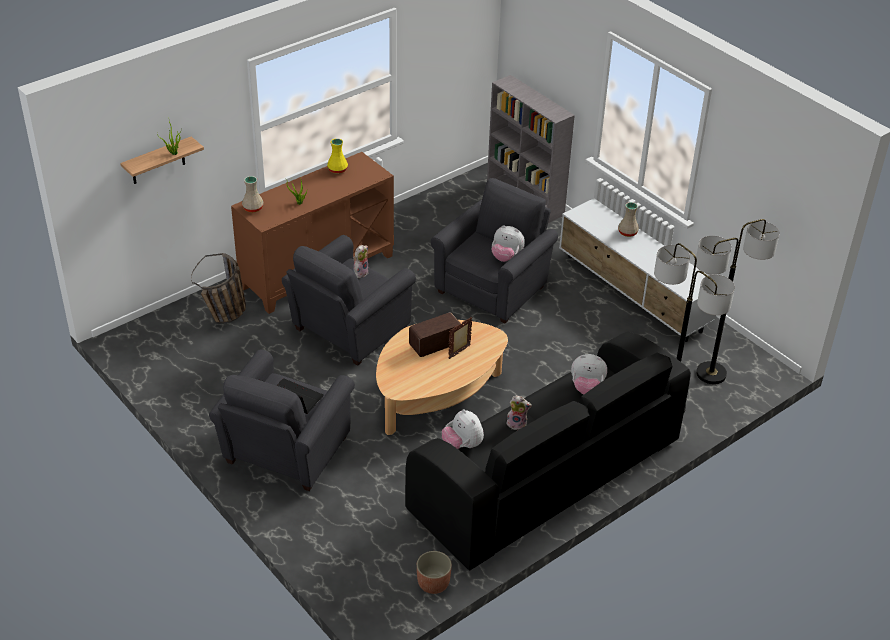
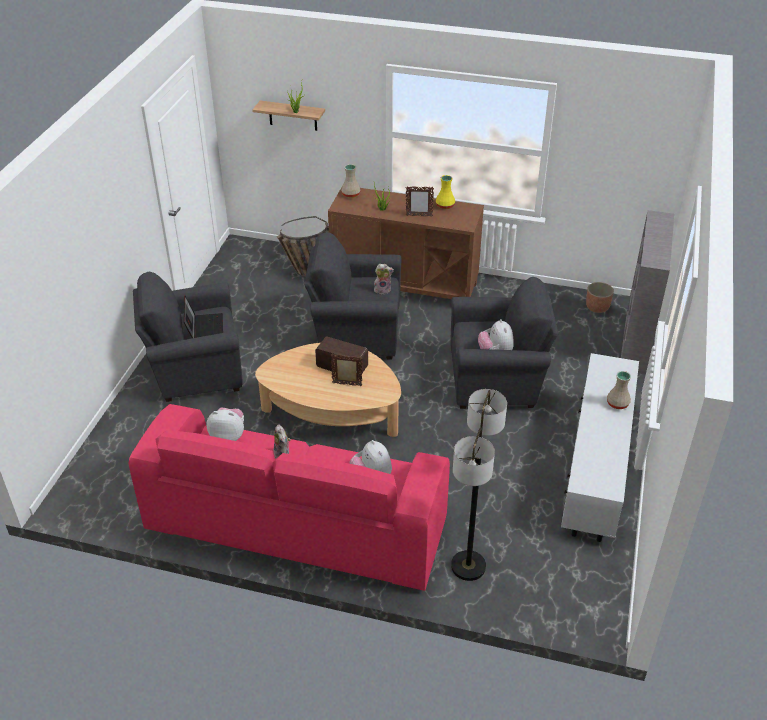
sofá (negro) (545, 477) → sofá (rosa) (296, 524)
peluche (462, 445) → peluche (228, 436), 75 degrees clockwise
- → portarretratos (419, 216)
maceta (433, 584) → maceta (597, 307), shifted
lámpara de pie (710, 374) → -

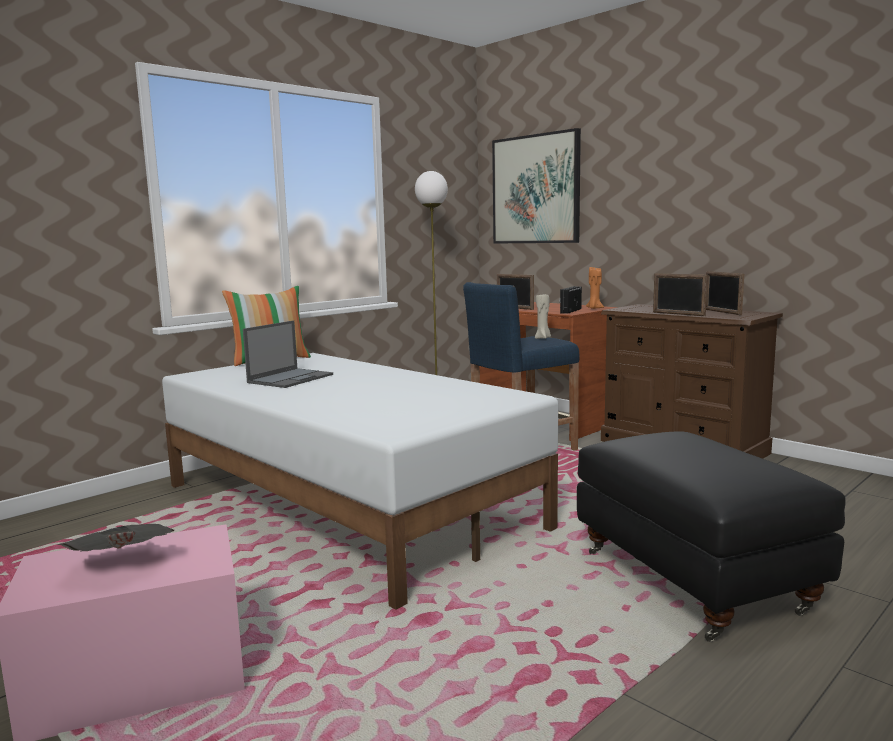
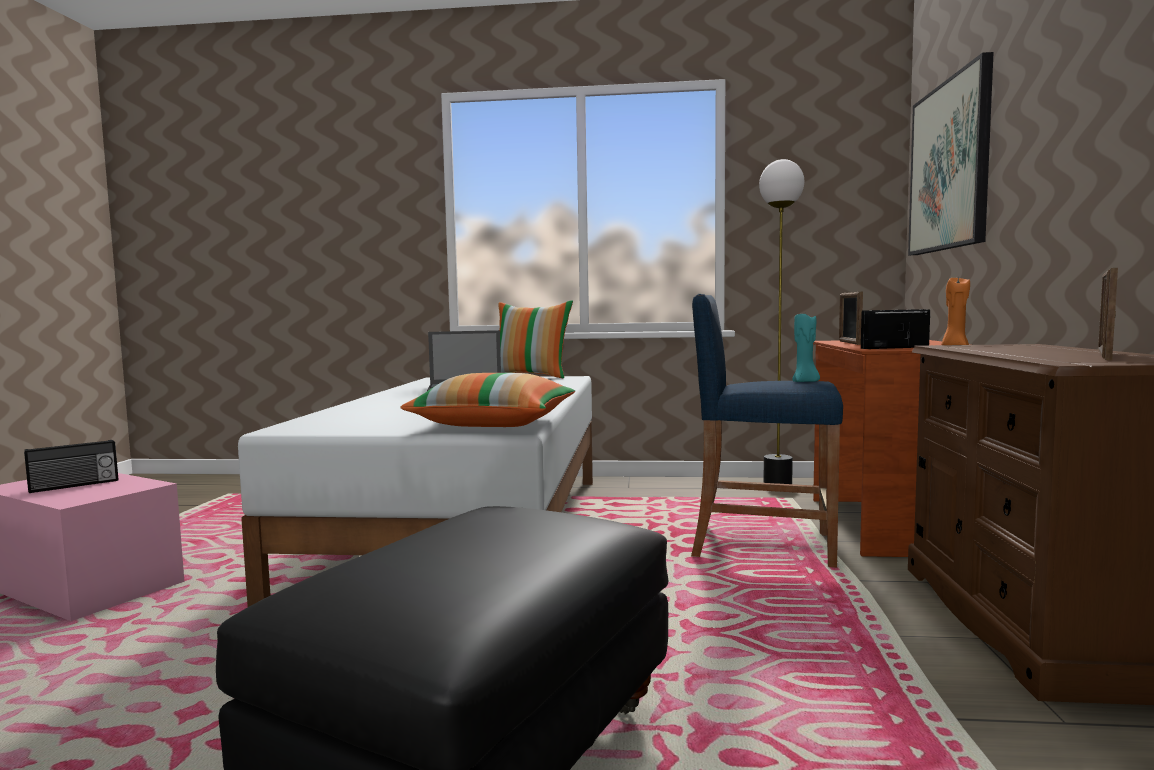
periódico (122, 565) → radio (74, 485)
- → cojín (495, 424)
vela (beis) (543, 338) → vela (turquesa) (805, 382)
portarretratos (678, 314) → -

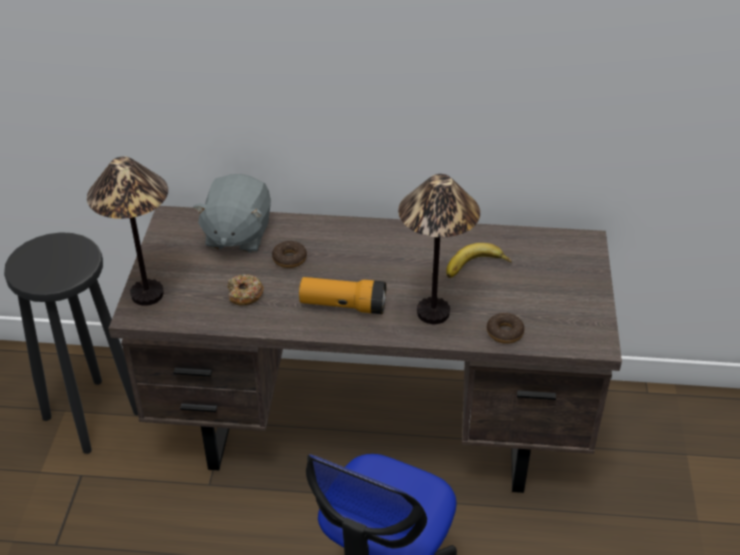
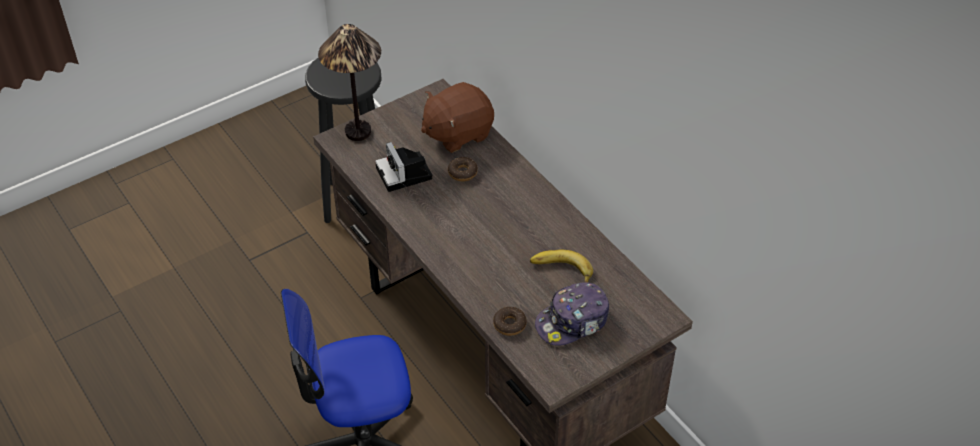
rosquilla (245, 294) → cámara (405, 174)
peluche (gris) (237, 235) → peluche (marrón) (457, 133)
- → gorra (573, 322)
linterna (343, 305) → -
lámpara de mesa (433, 313) → -

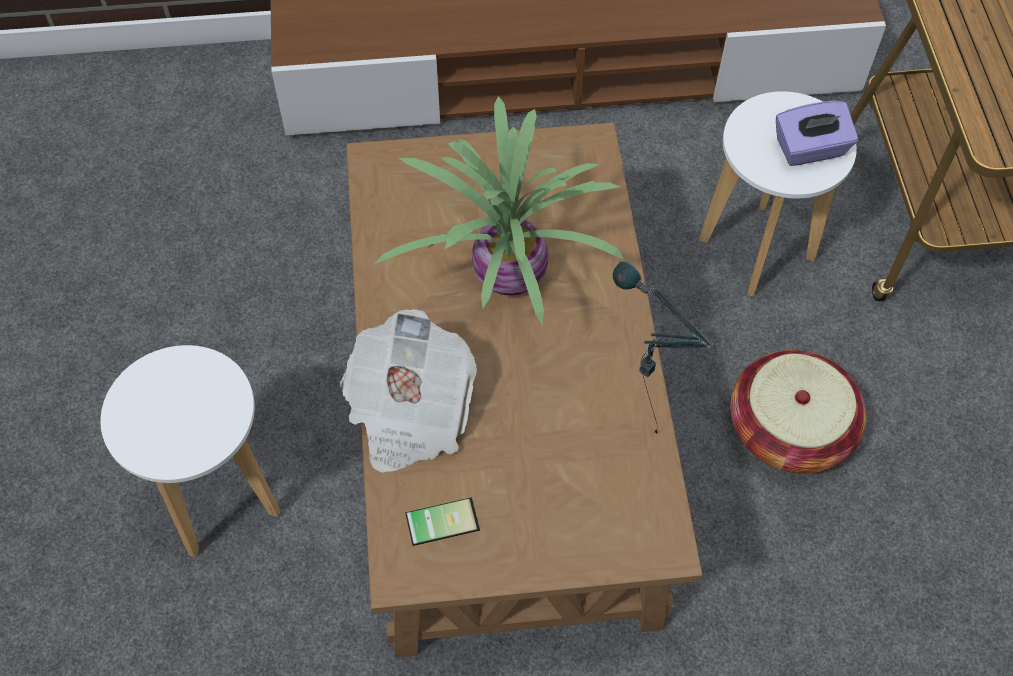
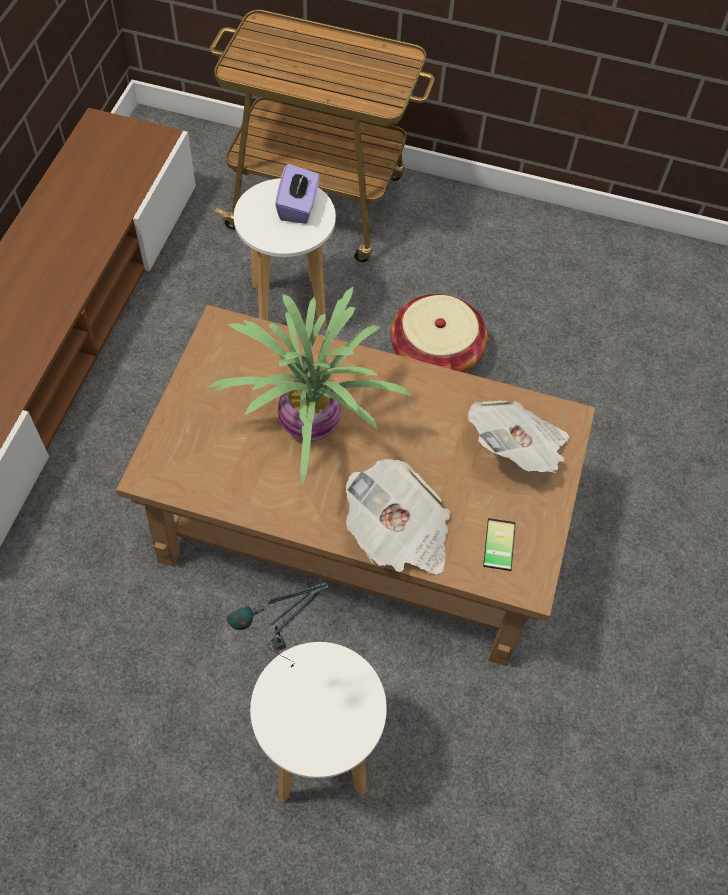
lámpara de mesa (636, 434) → lámpara de mesa (286, 682), shifted
- → periódico (517, 449)

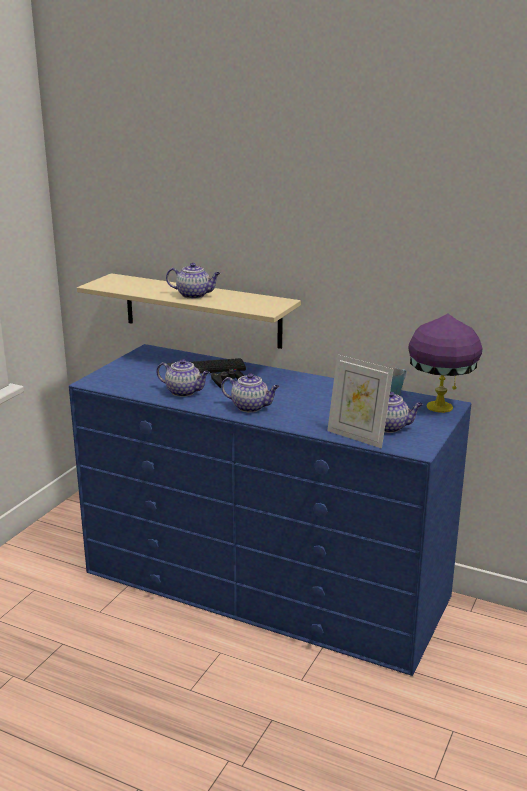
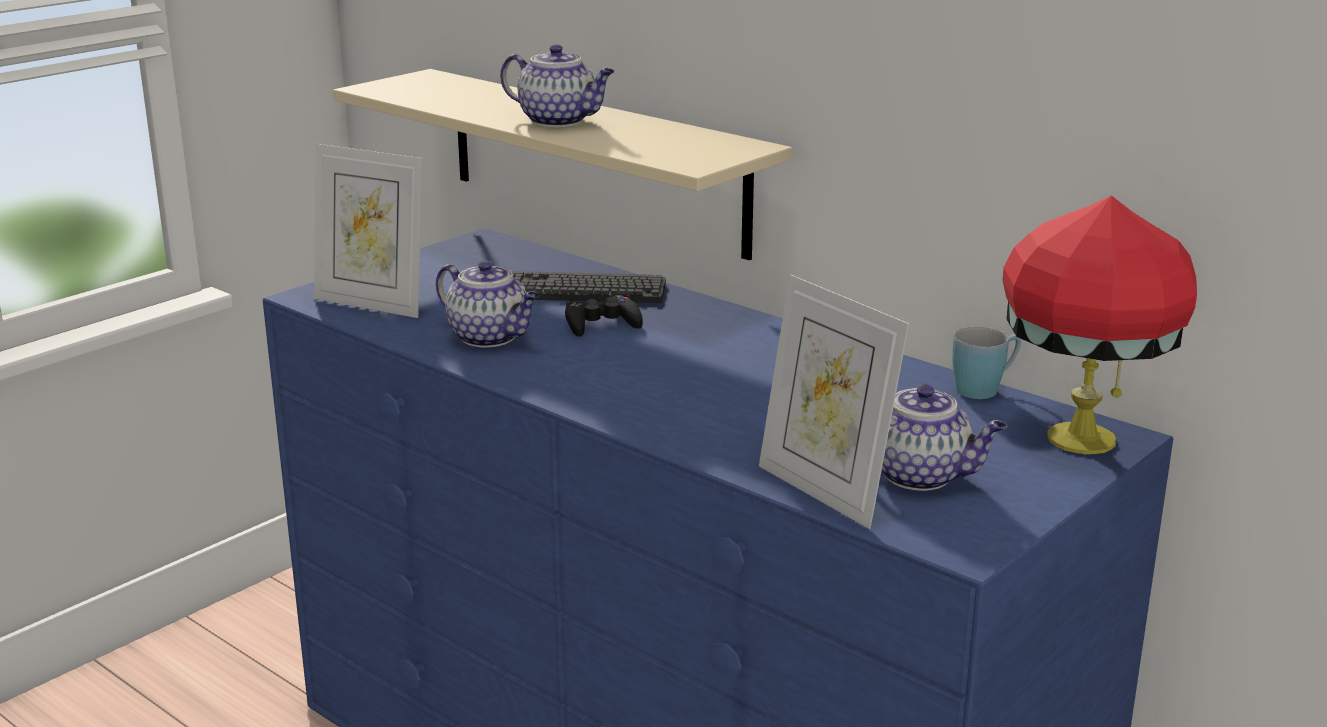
- → portarretratos (372, 304)
lámpara de mesa (morado) (439, 408) → lámpara de mesa (rojo) (1080, 441)
tetera (251, 407) → -

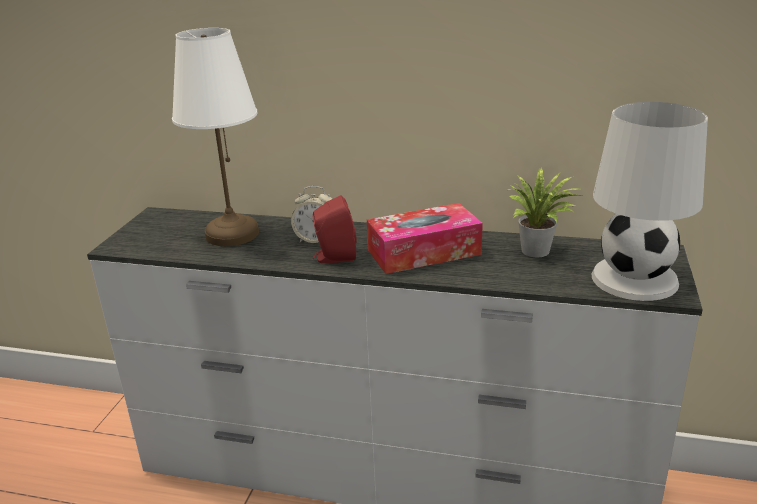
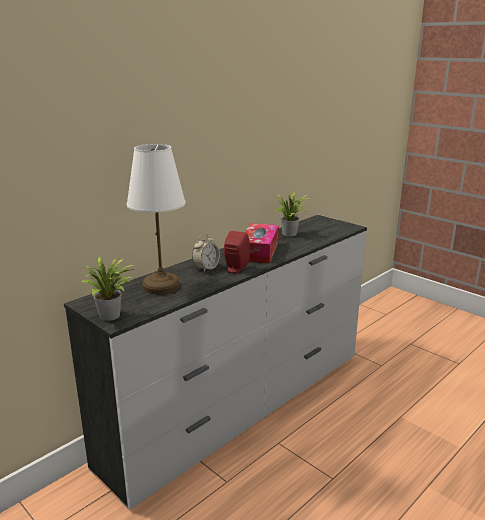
- → planta en maceta (112, 316)
lámpara de mesa (blanco) (635, 279) → -

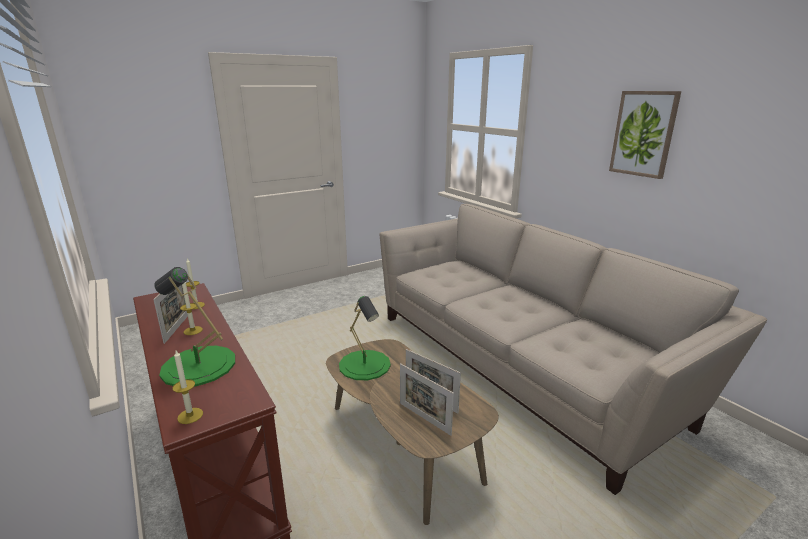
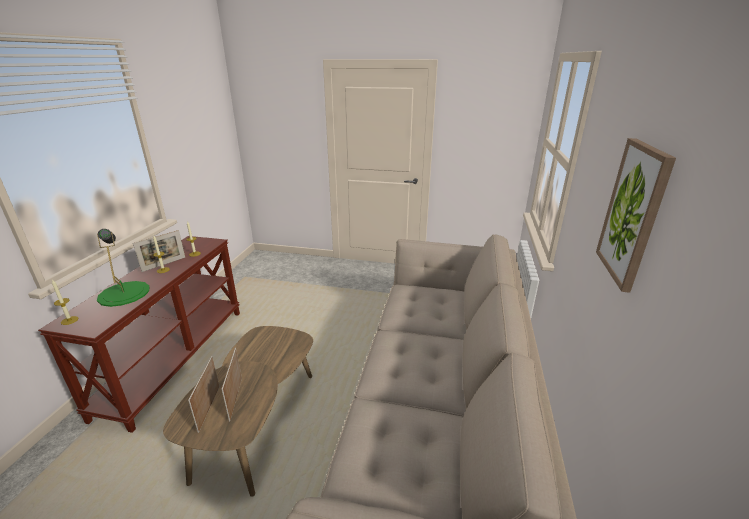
lámpara de mesa (verde) (365, 365) → -

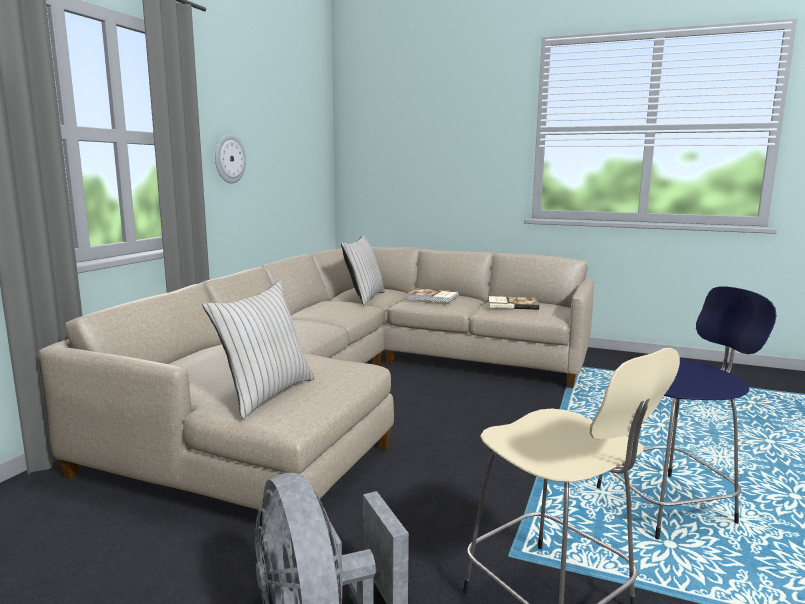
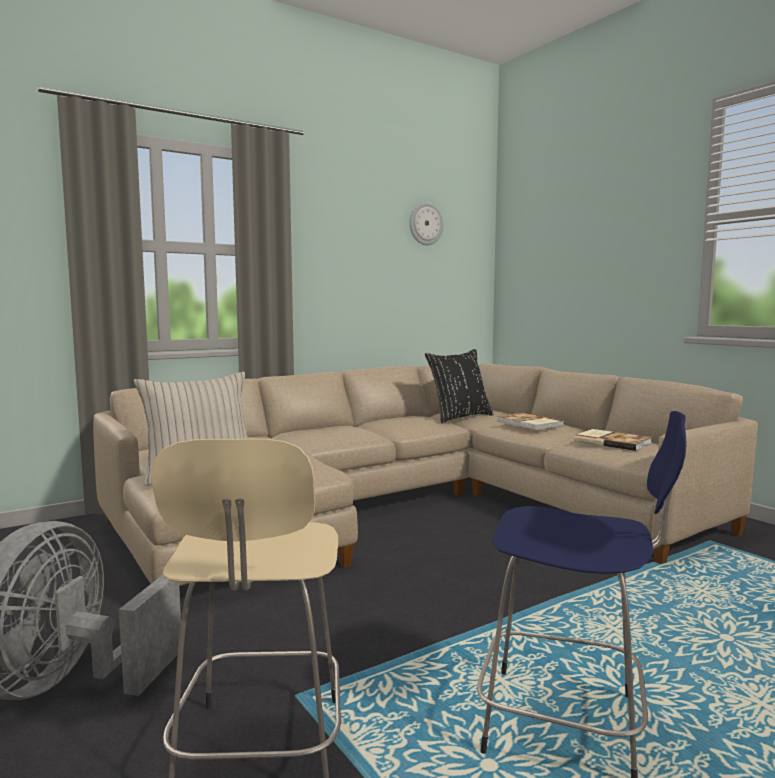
reloj de pared (229, 159) → reloj de pared (425, 223), shifted
cojín (beis) (364, 298) → cojín (negro) (459, 418)

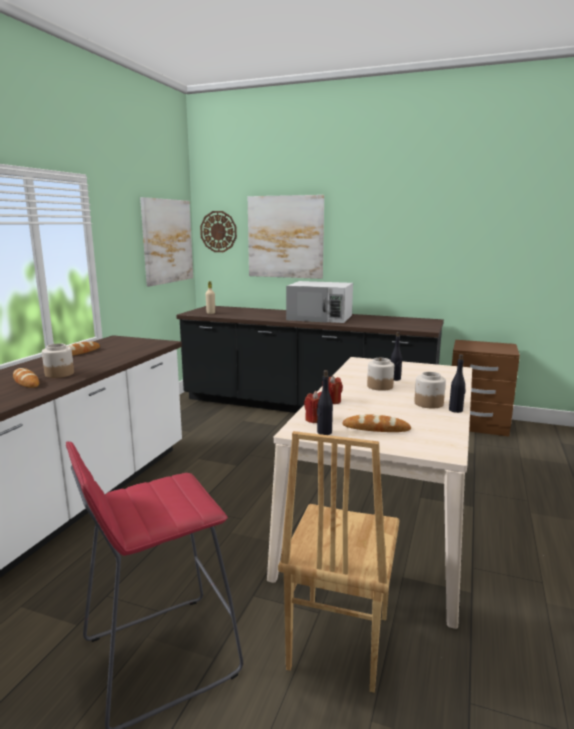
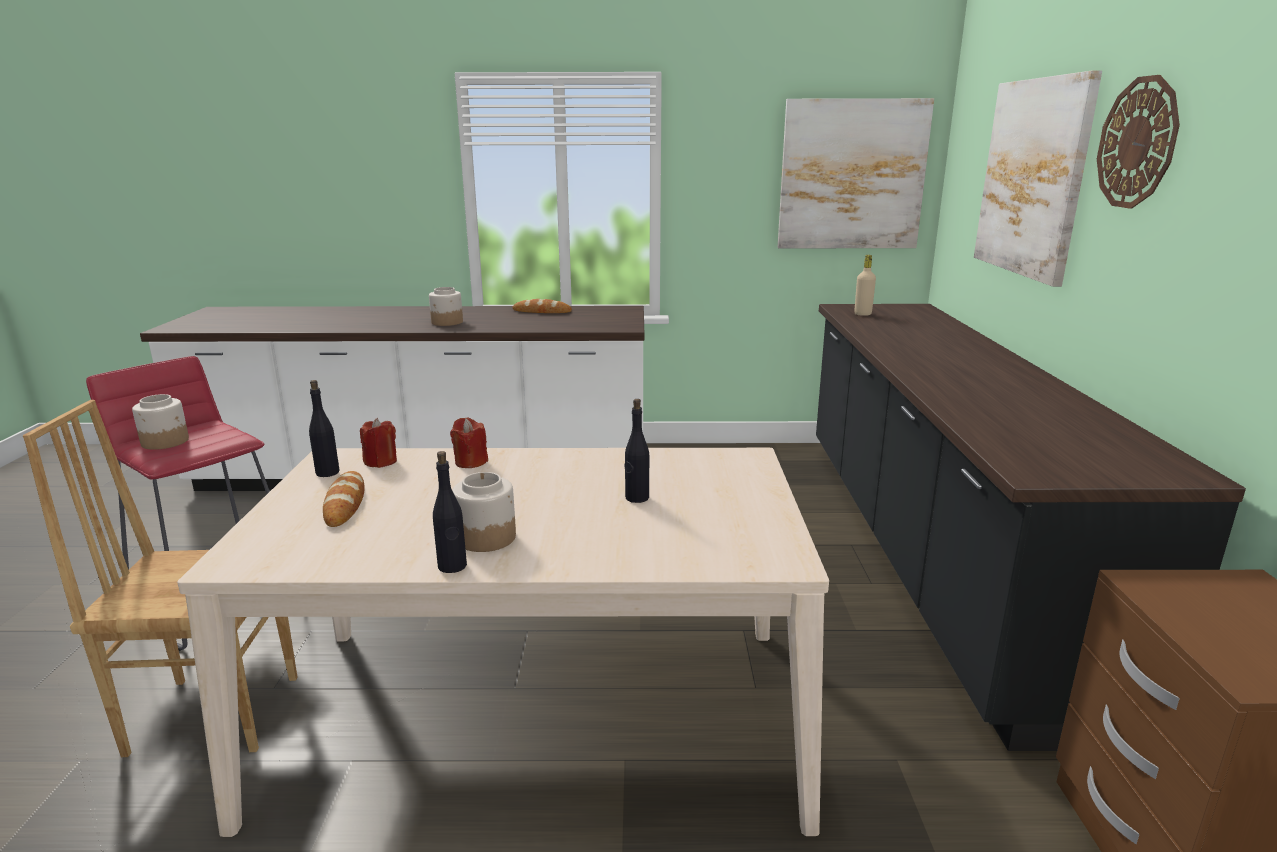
tarro (379, 386) → tarro (166, 442), shifted
reloj de pared (218, 231) → reloj de pared (1137, 143), shifted
pan (26, 381) → -
microondas (blanco) (320, 317) → -

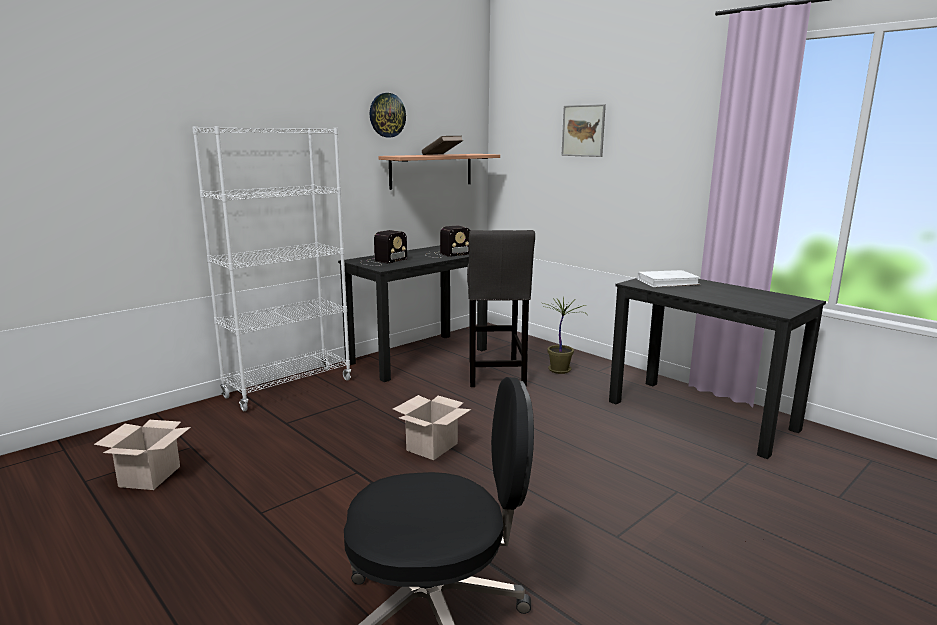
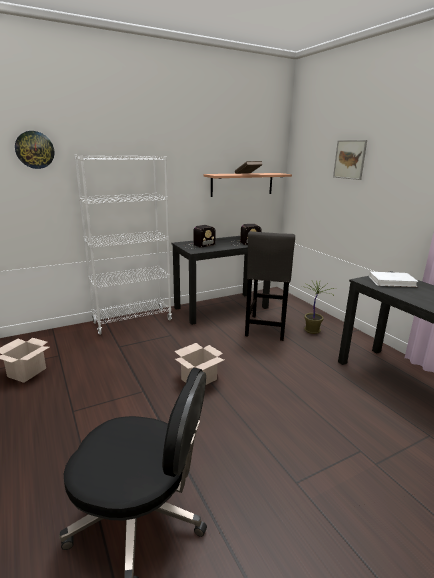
reloj de pared (387, 115) → reloj de pared (34, 150), shifted

